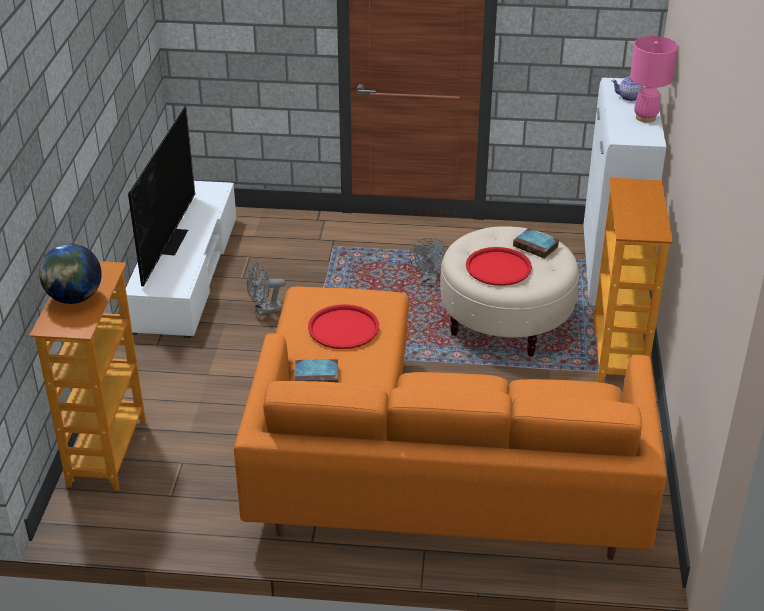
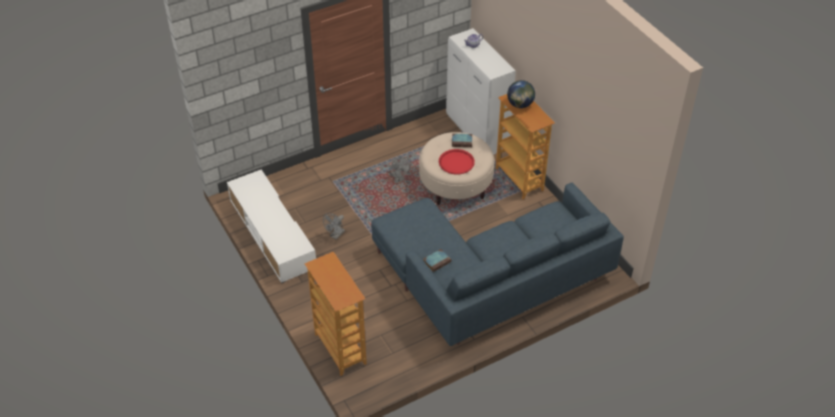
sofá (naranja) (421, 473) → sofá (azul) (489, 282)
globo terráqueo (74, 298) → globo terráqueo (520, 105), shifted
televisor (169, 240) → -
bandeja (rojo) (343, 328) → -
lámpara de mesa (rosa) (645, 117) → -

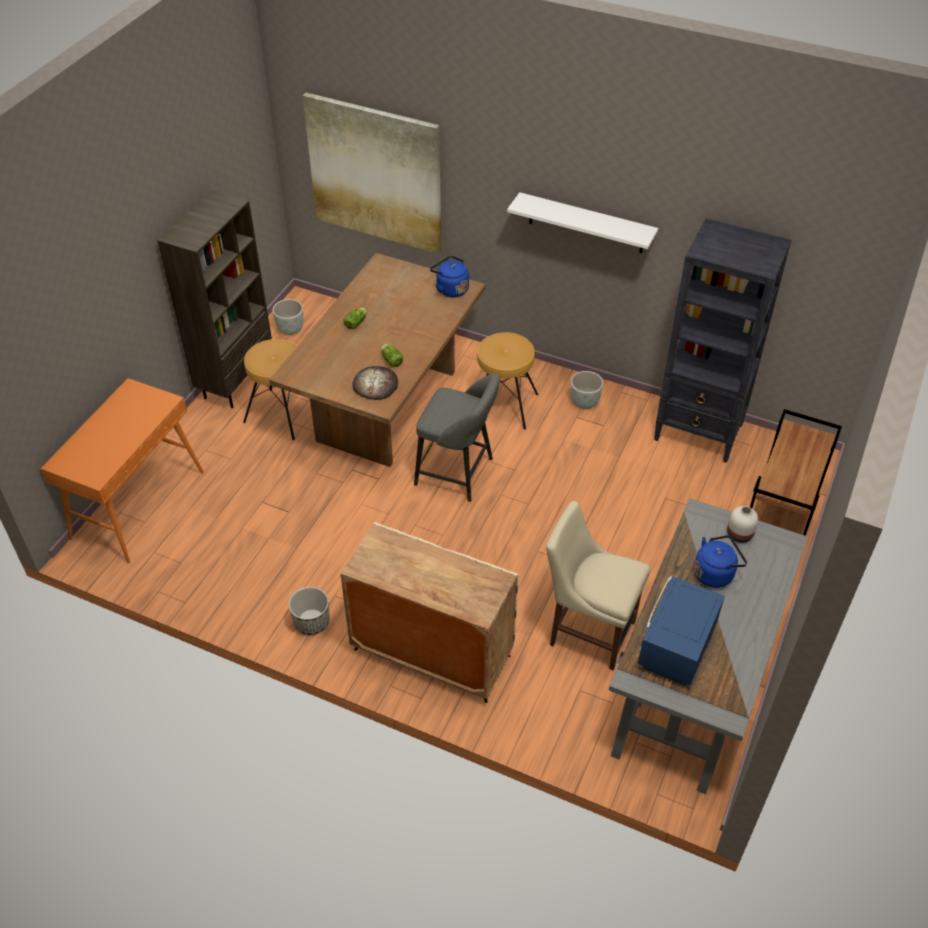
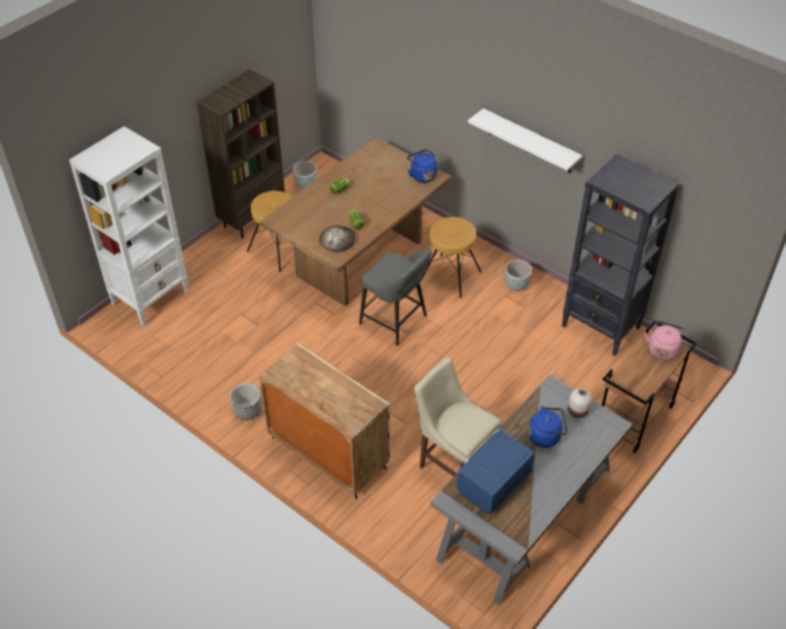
mesa consola (naranja) (138, 504) → estantería (blanco) (151, 298)
- → hervidor (rosa) (662, 349)
cuadro (375, 173) → -

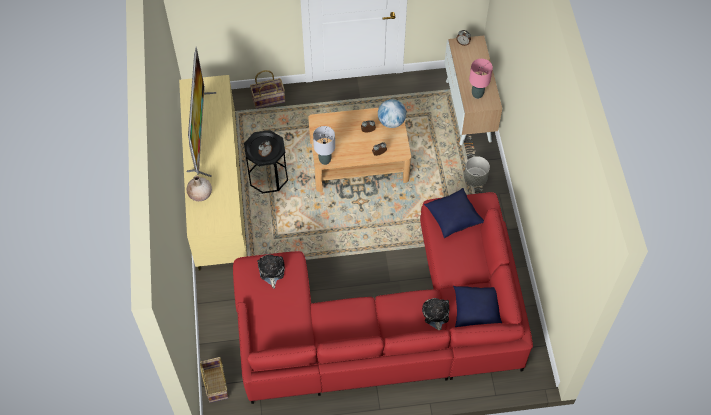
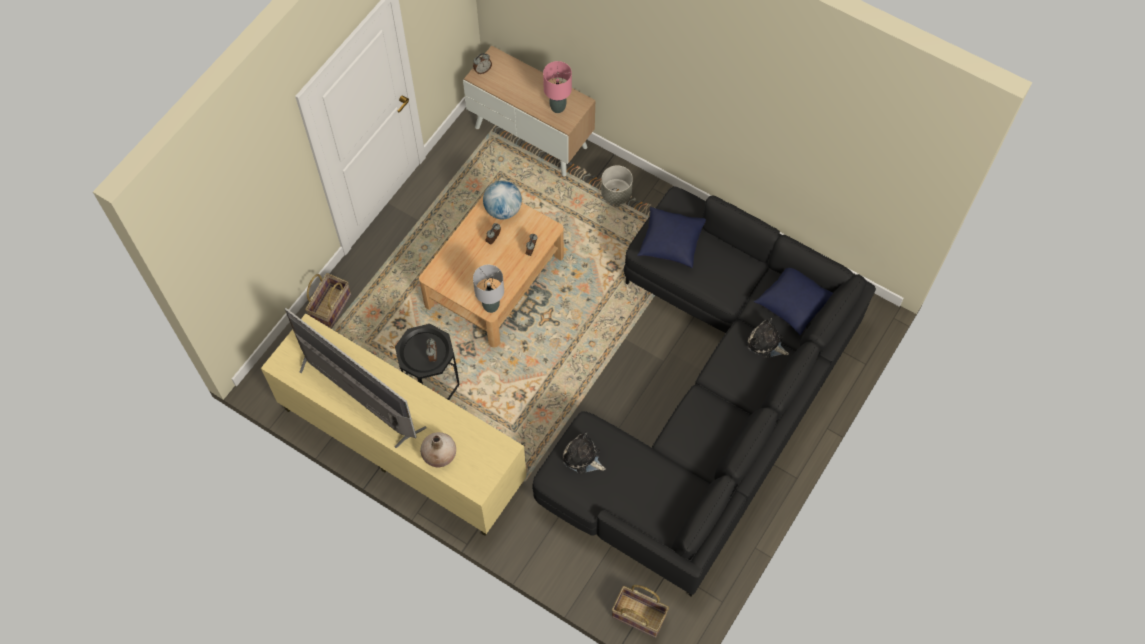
sofá (rojo) (387, 322) → sofá (negro) (707, 398)

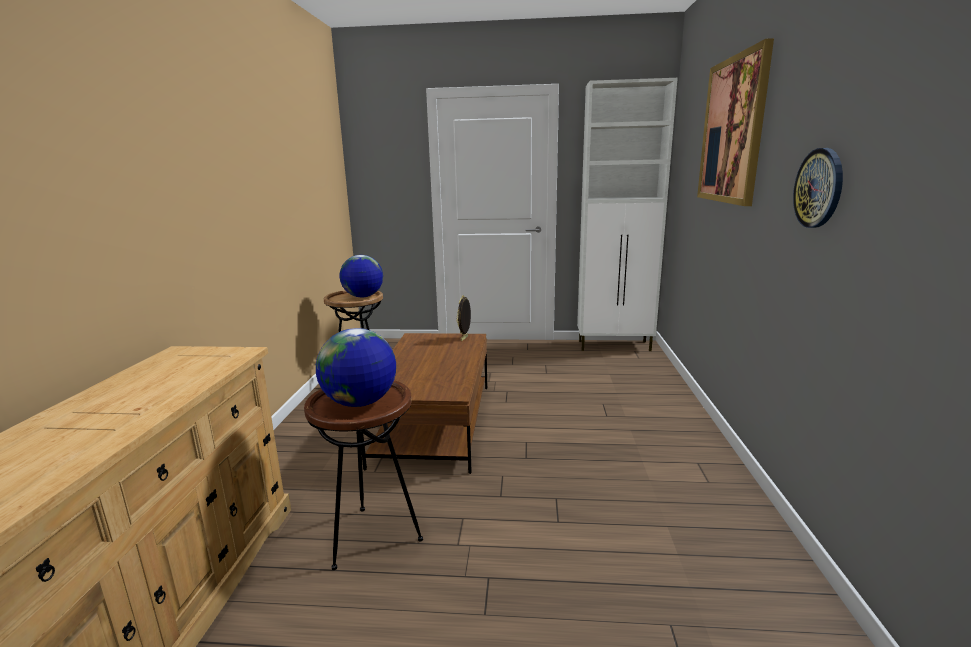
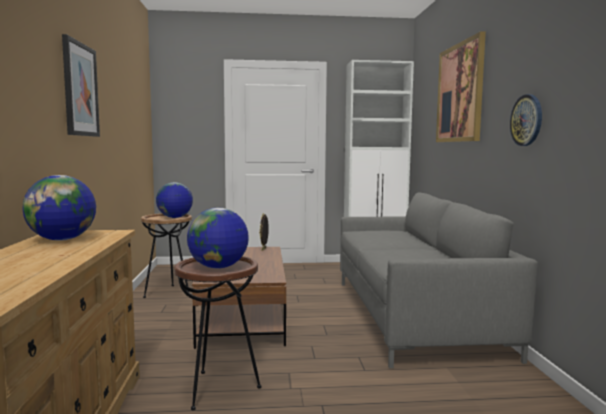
- → globo terráqueo (62, 239)
- → cuadro (80, 90)
- → sofá (gris) (413, 315)

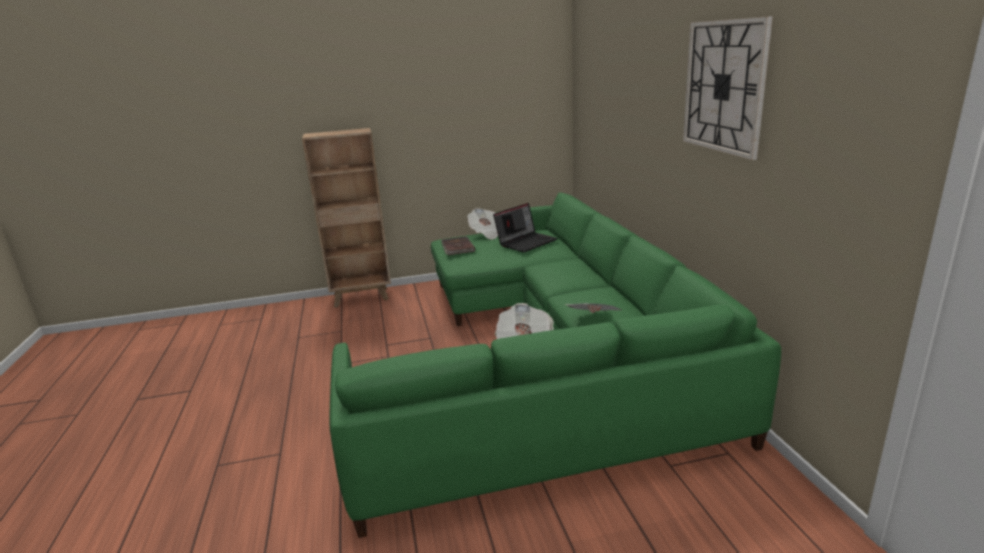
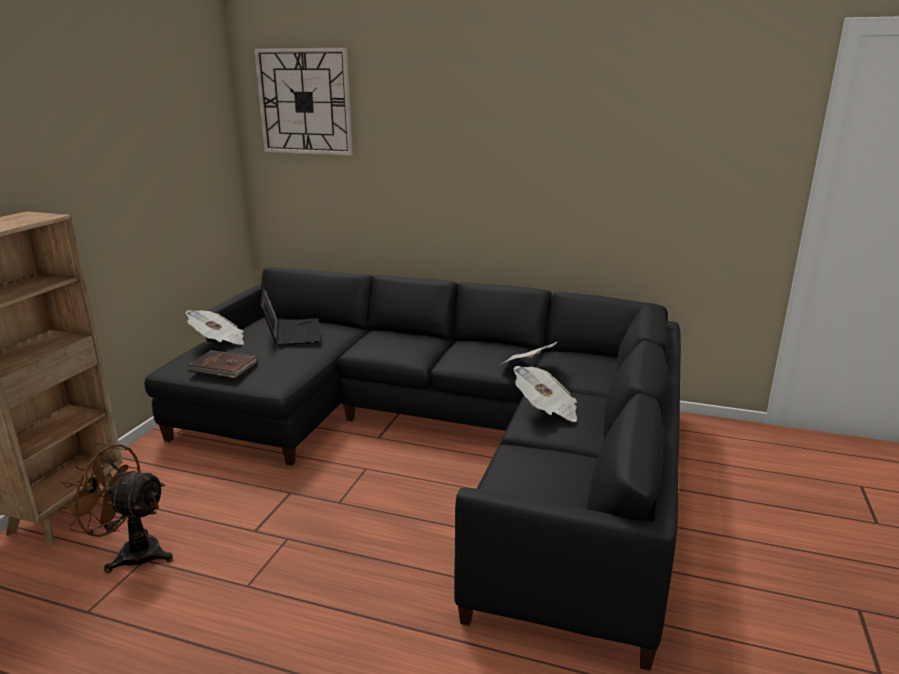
- → ventilador (marrón) (131, 553)
sofá (verde) (548, 358) → sofá (negro) (440, 440)
reloj de pared (724, 86) → reloj de pared (305, 102), shifted

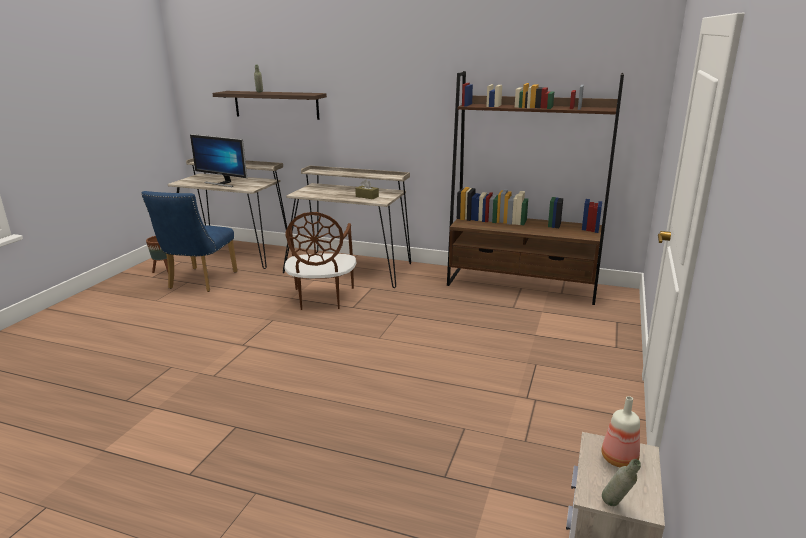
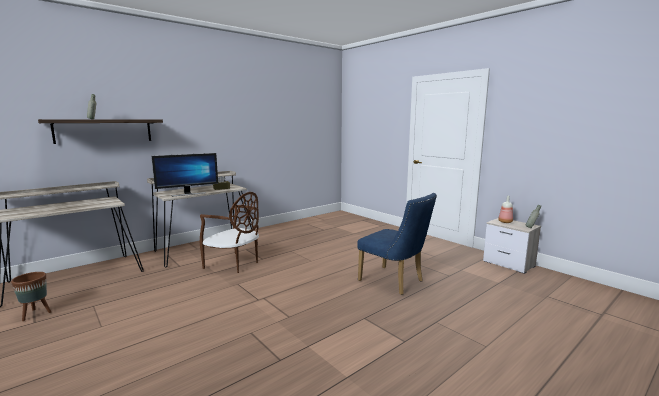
monitor (222, 183) → monitor (188, 193), shifted
silla (azul) (199, 282) → silla (azul) (395, 282), shifted
estantería (marrón) (522, 286) → -

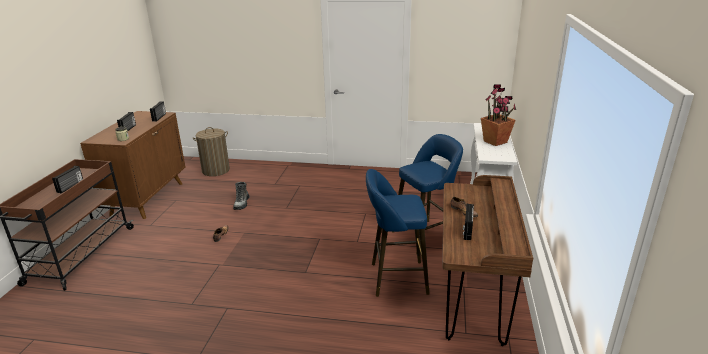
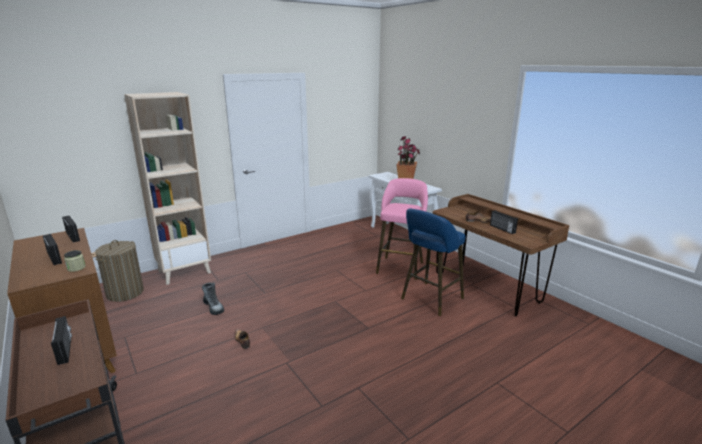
- → estantería (beis) (184, 271)
taburete (azul) (426, 235) → taburete (rosa) (400, 266)

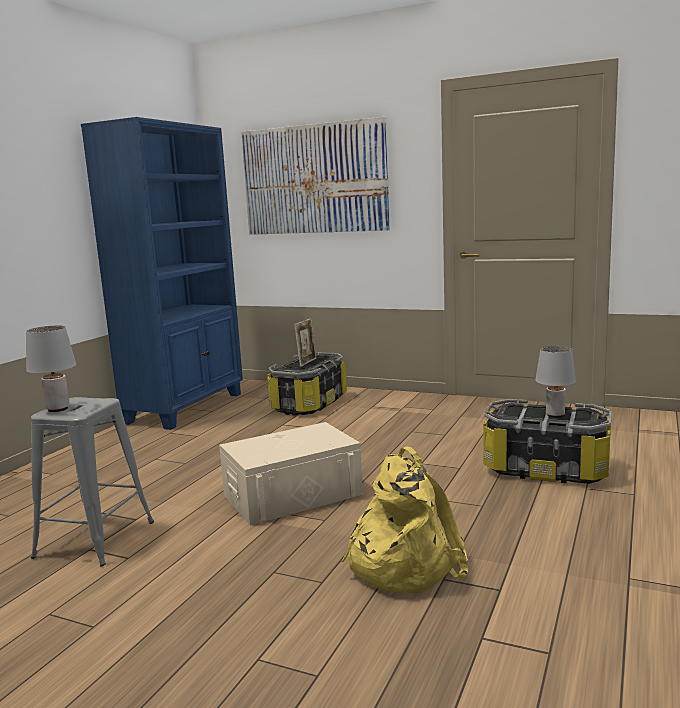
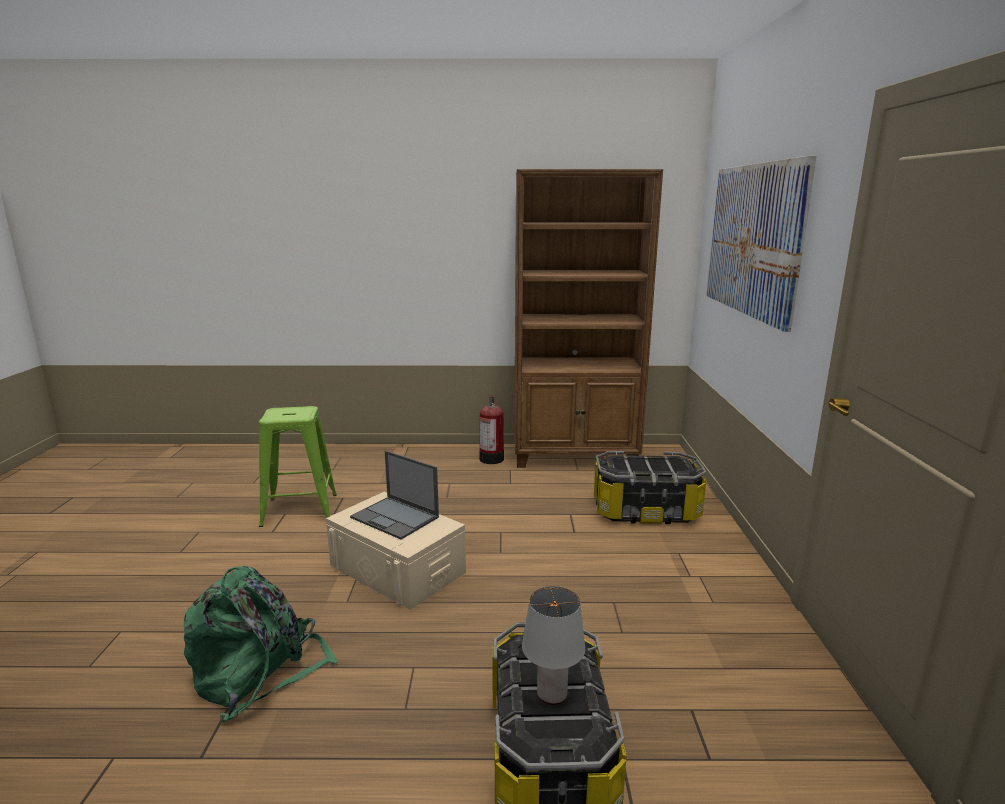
mochila (amarillo) (402, 563) → mochila (verde) (259, 672)
taburete (gris) (96, 539) → taburete (verde) (300, 510)
- → portátil (395, 518)
- → extintor (491, 458)
estantería (azul) (186, 408) → estantería (marrón) (575, 456)
lámpara de mesa (gris) (57, 409) → -
portarretratos (307, 362) → -

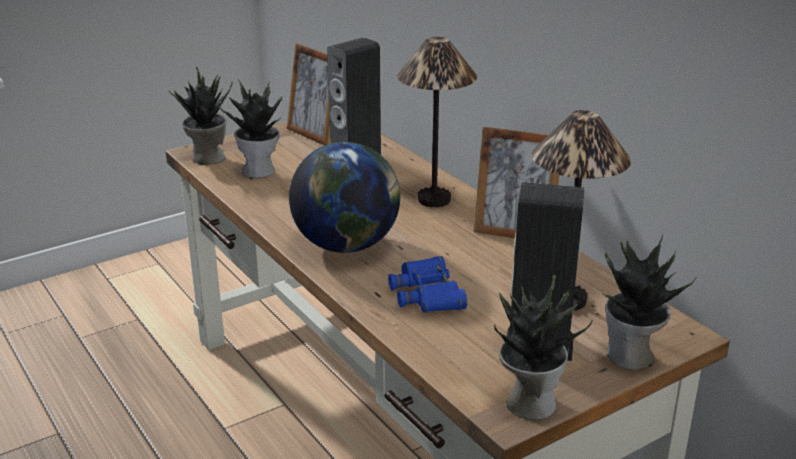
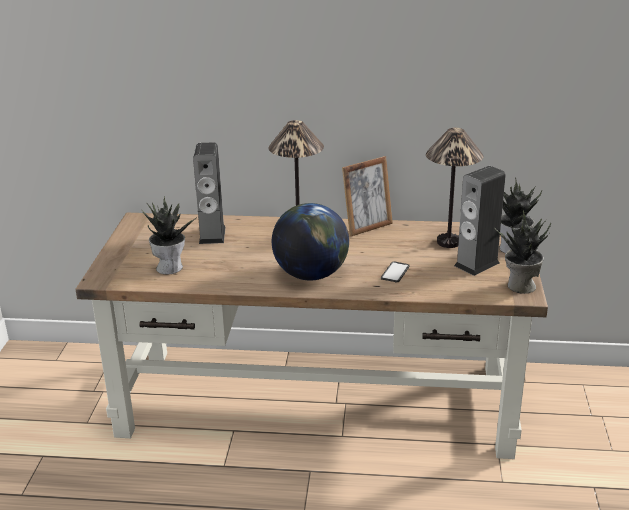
prismáticos (azul) (427, 293) → móvil (395, 272)
planta en maceta (207, 158) → -
portarretratos (313, 135) → -

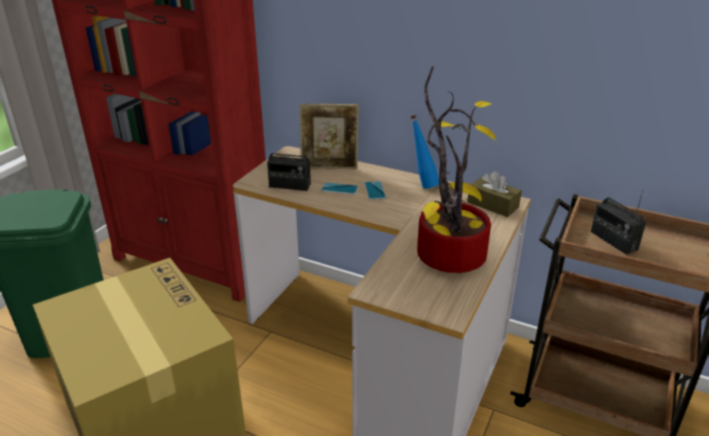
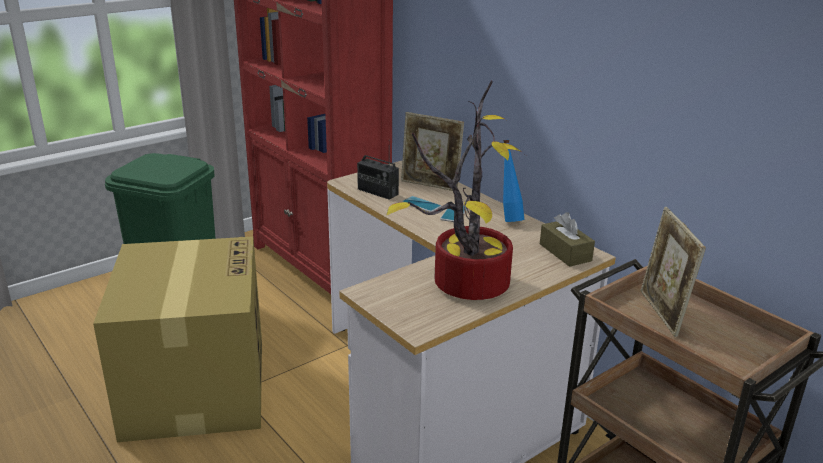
radio (613, 240) → portarretratos (662, 313)

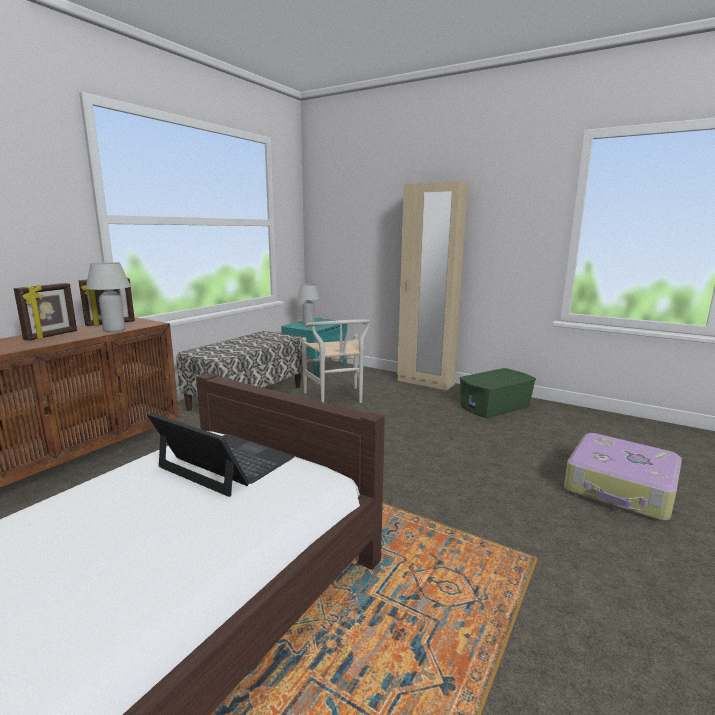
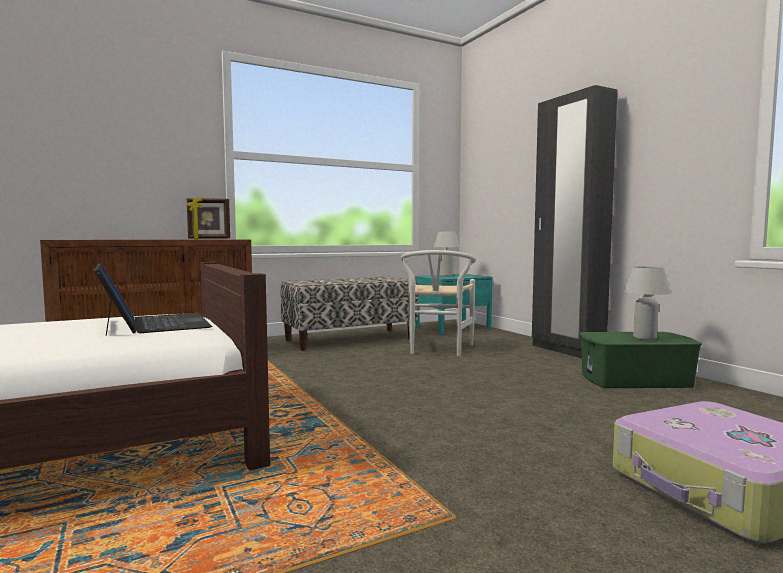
armario ropero (beis) (425, 382) → armario ropero (negro) (566, 350)
lámpara de mesa (blanco) (114, 330) → lámpara de mesa (blanco) (644, 338), shifted
portarretratos (52, 336) → -

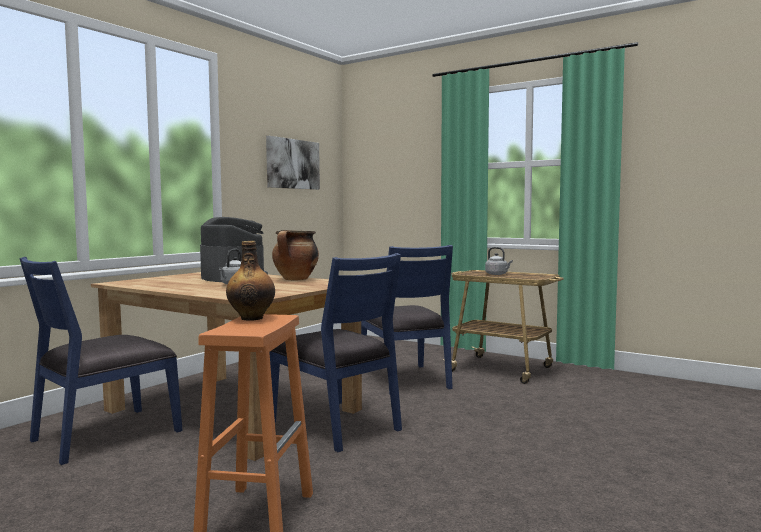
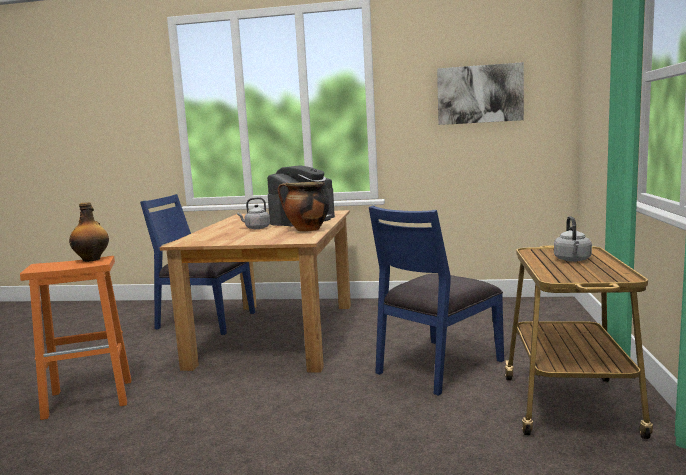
silla (azul) (336, 425) → -

